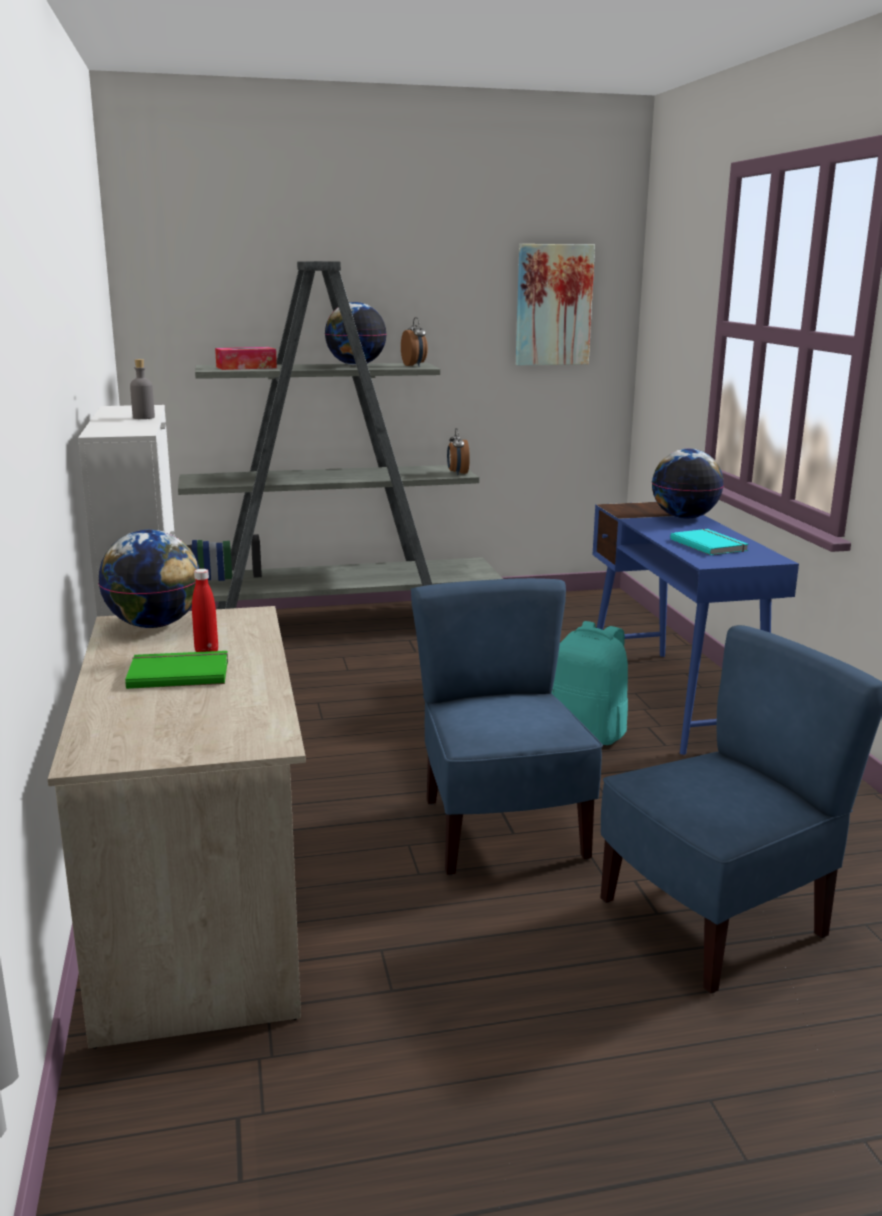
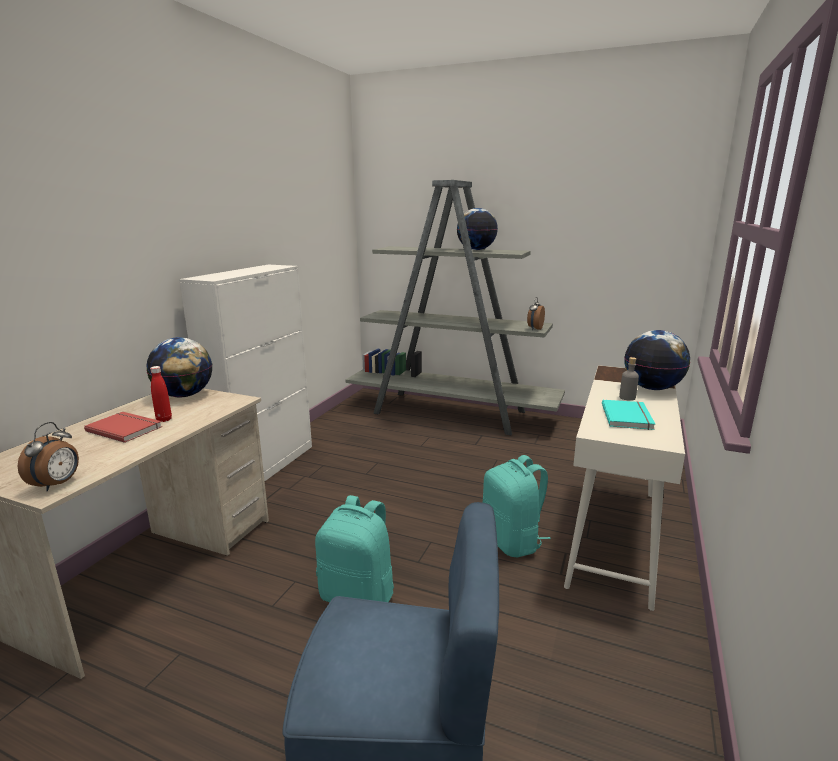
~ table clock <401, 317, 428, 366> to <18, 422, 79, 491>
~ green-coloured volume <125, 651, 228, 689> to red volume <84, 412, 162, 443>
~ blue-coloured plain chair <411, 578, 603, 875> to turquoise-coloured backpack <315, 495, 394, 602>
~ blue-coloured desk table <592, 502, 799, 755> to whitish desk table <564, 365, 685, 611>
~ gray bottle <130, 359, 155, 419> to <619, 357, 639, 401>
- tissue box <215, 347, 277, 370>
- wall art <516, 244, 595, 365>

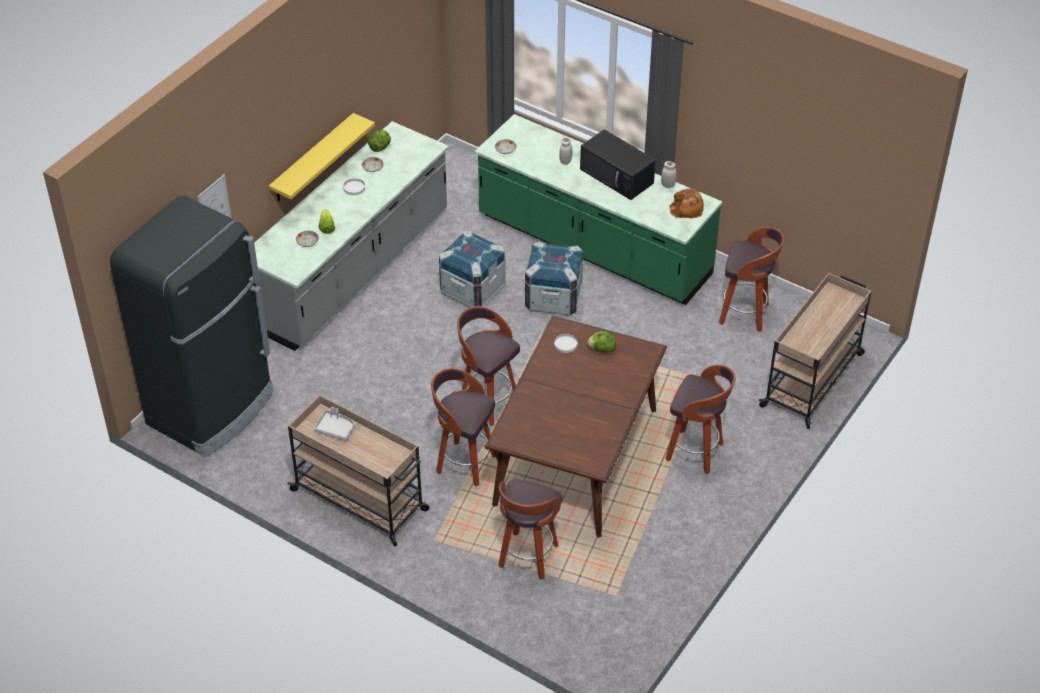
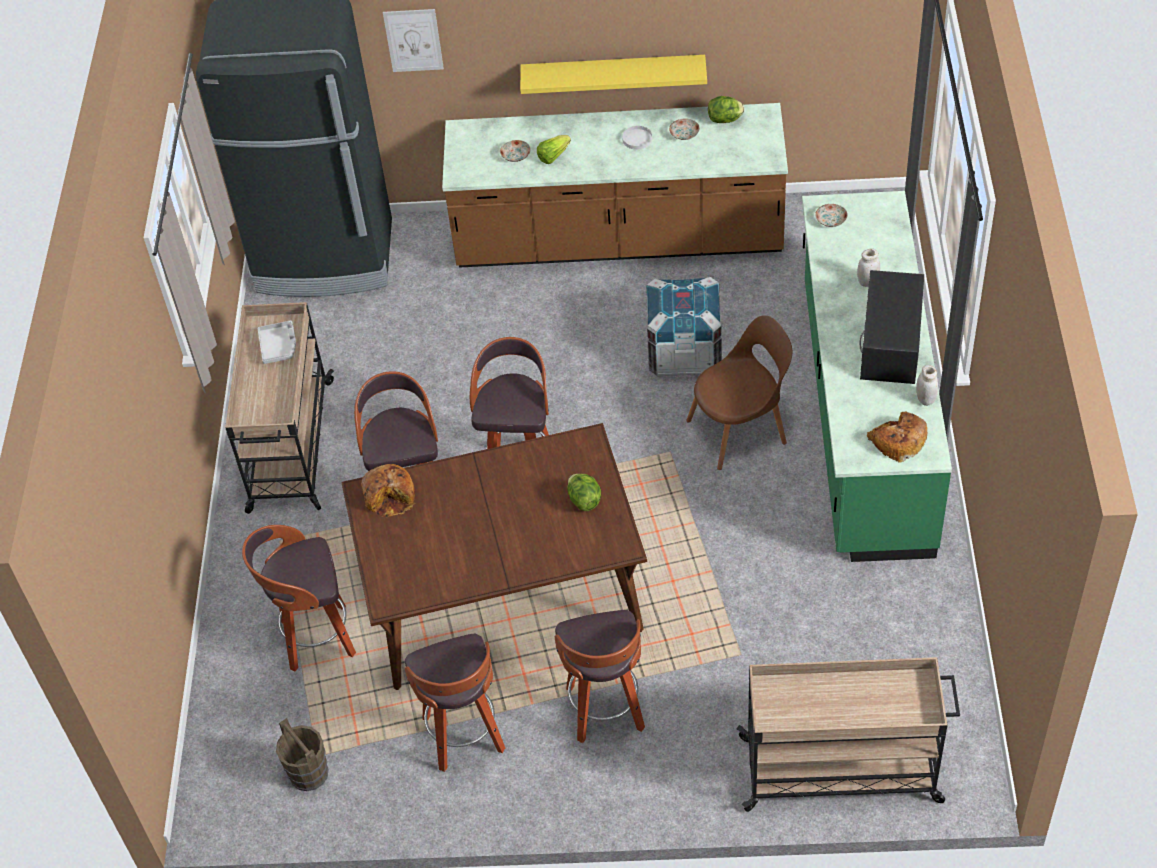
+ brown water bucket <276, 718, 328, 791>
+ baked bread <361, 464, 415, 517>
~ stool <719, 227, 784, 332> to <405, 634, 505, 772>
~ gray kitchen counter <254, 121, 449, 351> to brown kitchen counter <442, 103, 788, 268>
~ shipping crate <525, 241, 583, 316> to brown plain chair <686, 315, 792, 470>
- whitish flat dish <554, 334, 578, 353>

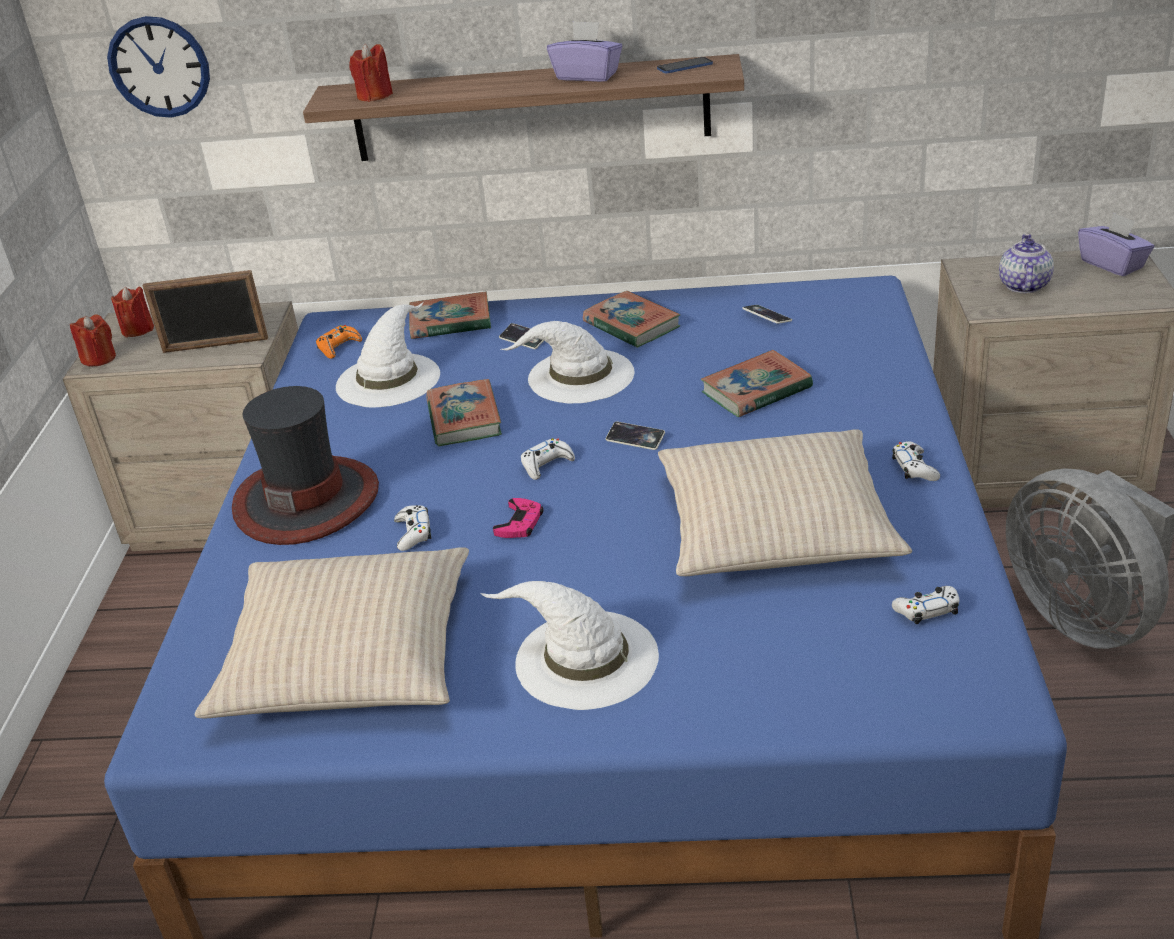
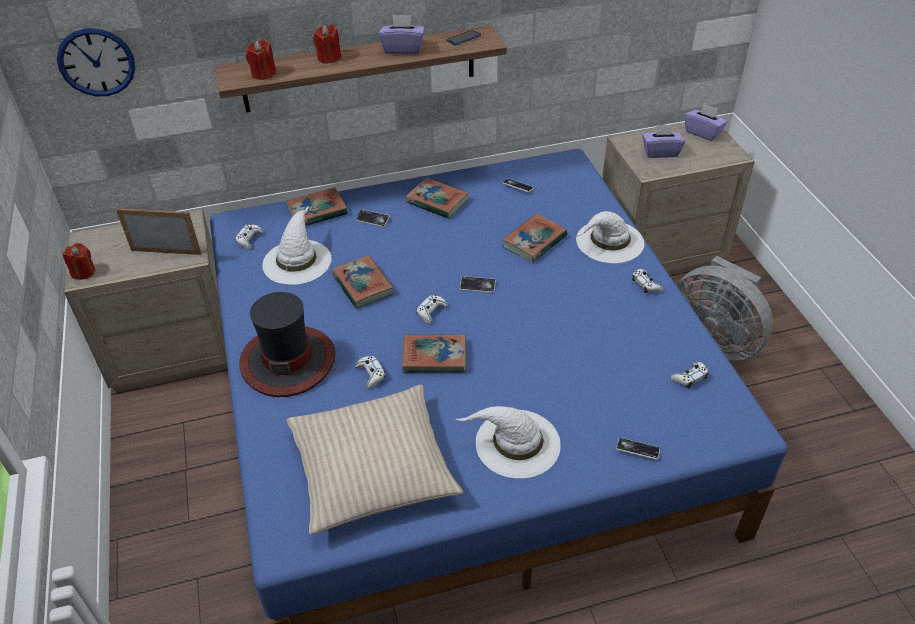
~ standing frame <143, 270, 268, 353> = <116, 208, 201, 255> 150 degrees counterclockwise
~ orangey joypad <316, 325, 362, 359> to whitish joypad <235, 224, 264, 250>
~ red candle <111, 286, 154, 338> to <313, 25, 342, 64>
~ pinkish joypad <493, 498, 543, 538> to volume <402, 334, 466, 373>
~ whitish hat <501, 321, 635, 403> to <576, 211, 644, 263>
+ telephone <616, 438, 660, 460>
~ tea pot <999, 234, 1054, 293> to purple tissue box <642, 125, 685, 158>
- beige cushion <658, 429, 912, 576>

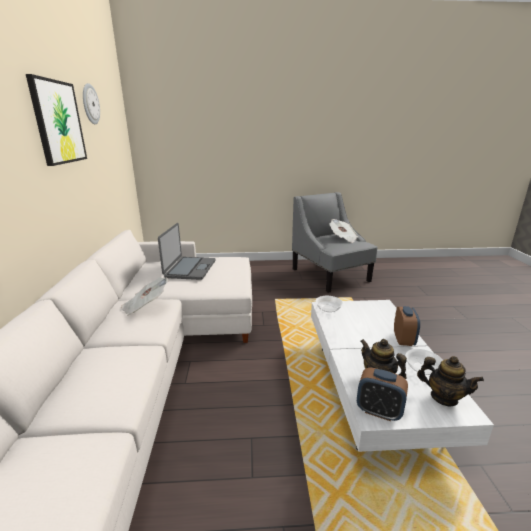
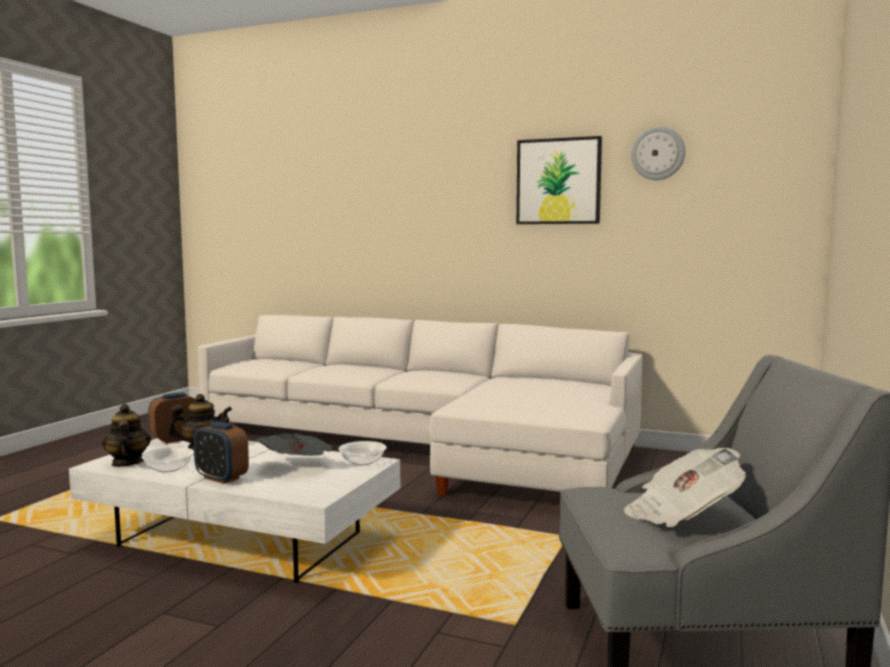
~ tea pot <417, 356, 484, 406> = <102, 404, 151, 467> 105 degrees clockwise
~ daily paper <121, 277, 169, 316> to <255, 433, 333, 456>
- portable computer <158, 223, 216, 280>

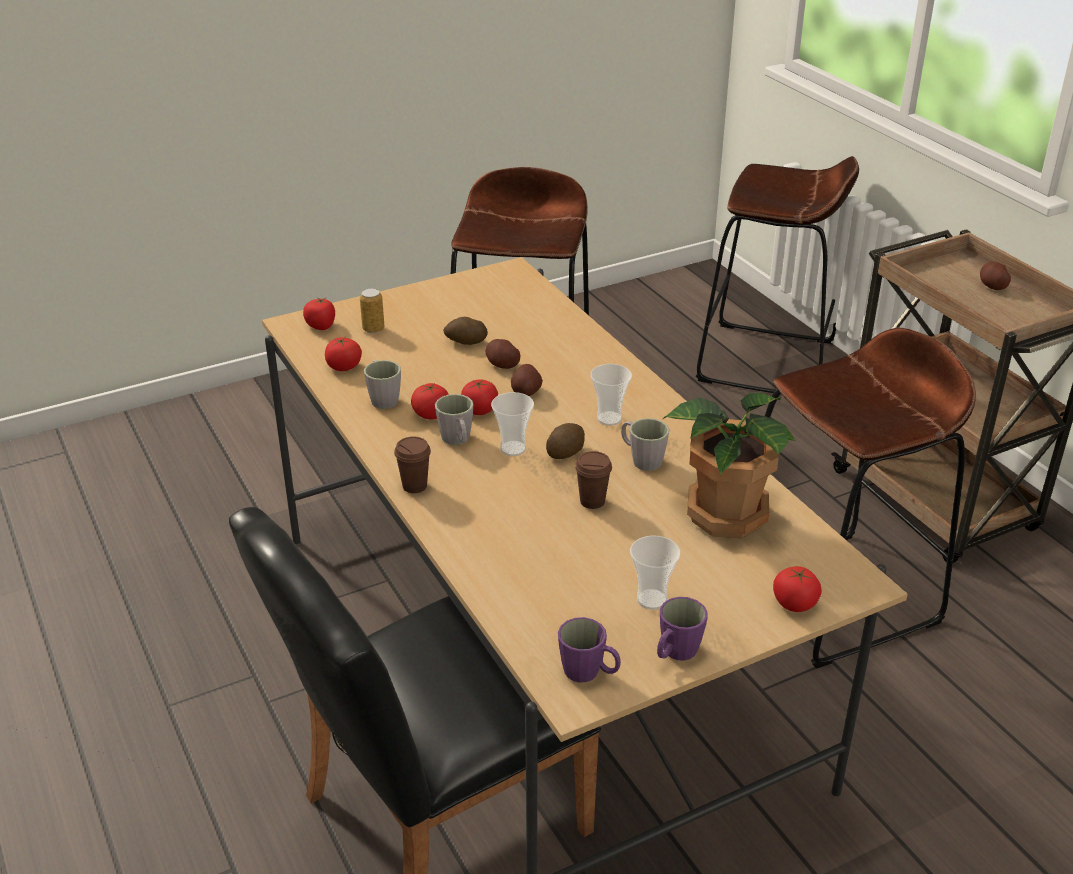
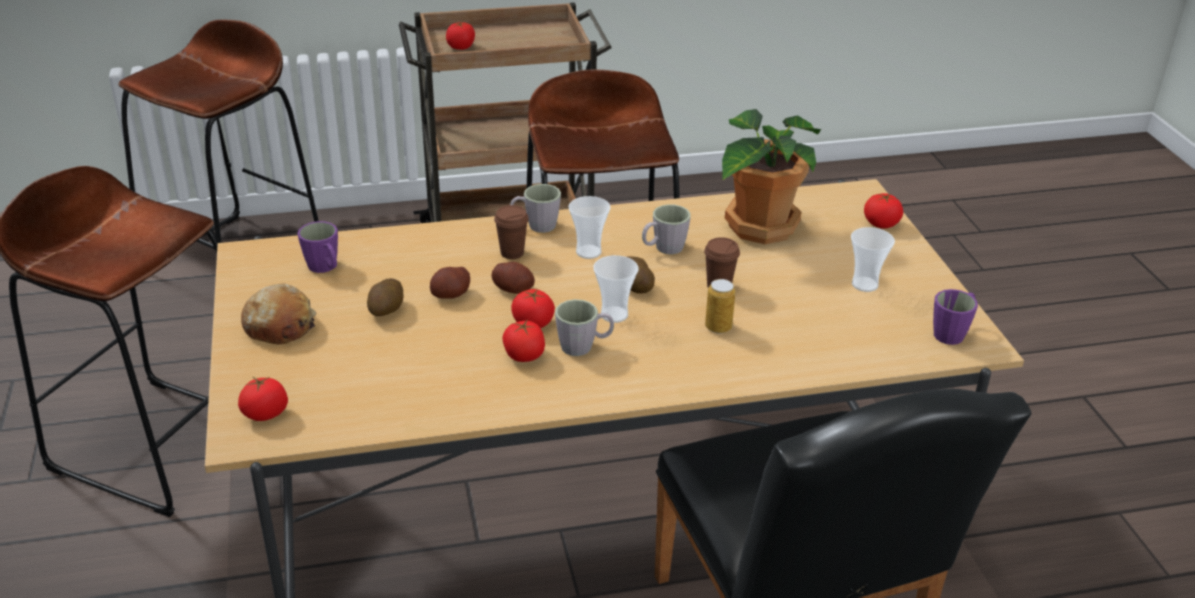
+ baked bread <241, 284, 316, 344>
~ purple tea mug <657, 597, 708, 661> to <298, 221, 338, 273>
~ fresh tomato <325, 337, 362, 371> to <446, 22, 475, 50>
~ brown cup <394, 436, 431, 493> to <494, 205, 529, 259>
~ gray tea mug <364, 360, 401, 409> to <510, 184, 561, 233>
~ metal can <360, 288, 384, 333> to <705, 279, 736, 333>
- spud <980, 261, 1011, 290>

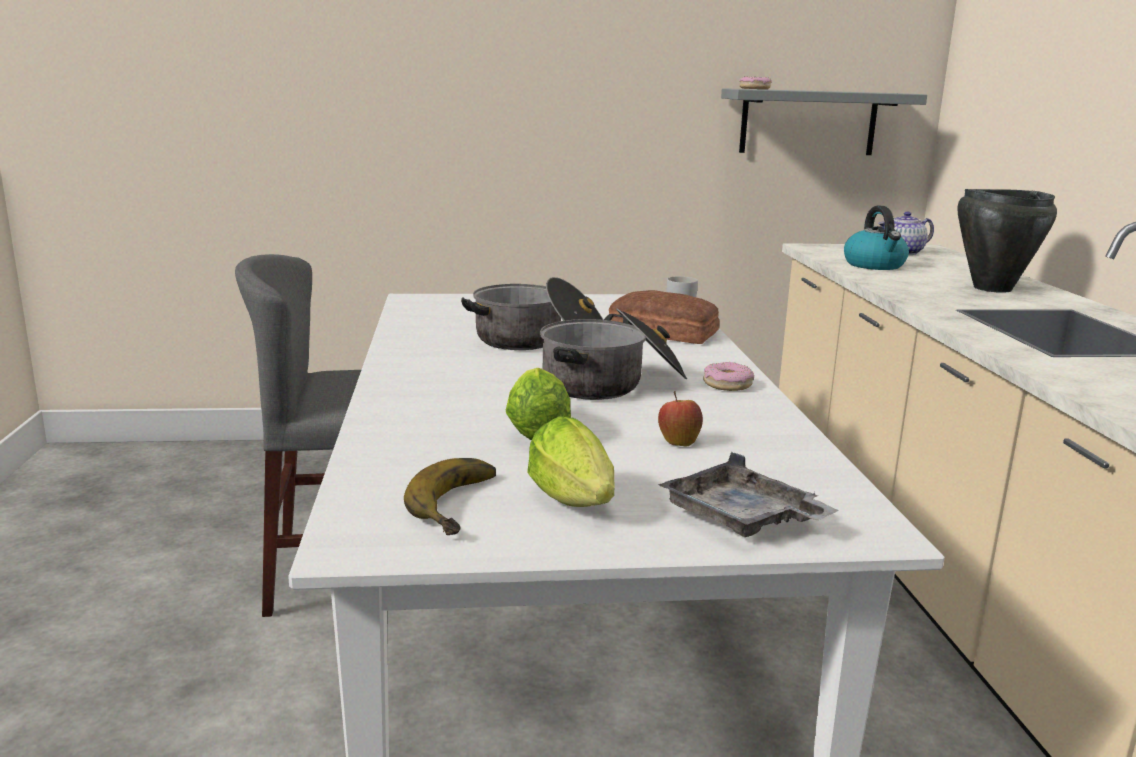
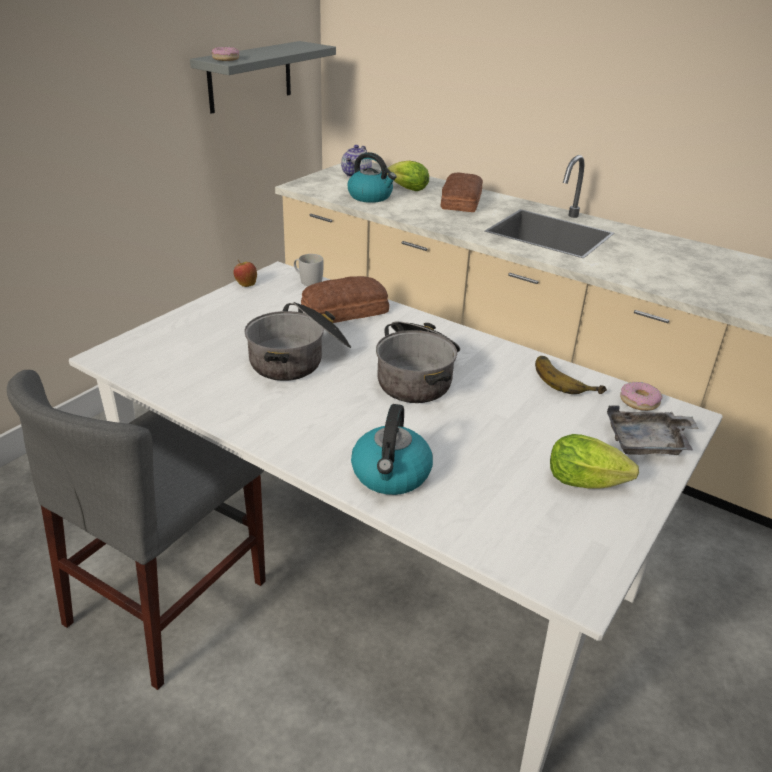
~ apple fruit <658, 391, 703, 447> to <233, 260, 257, 287>
+ water kettle <351, 404, 433, 495>
~ lettuce <506, 368, 571, 440> to <387, 161, 429, 191>
~ black-coloured stockpot <957, 189, 1057, 293> to baked bread <441, 173, 483, 212>
~ whole banana <404, 458, 496, 535> to <535, 356, 607, 394>
~ donut <703, 362, 754, 391> to <620, 382, 663, 411>

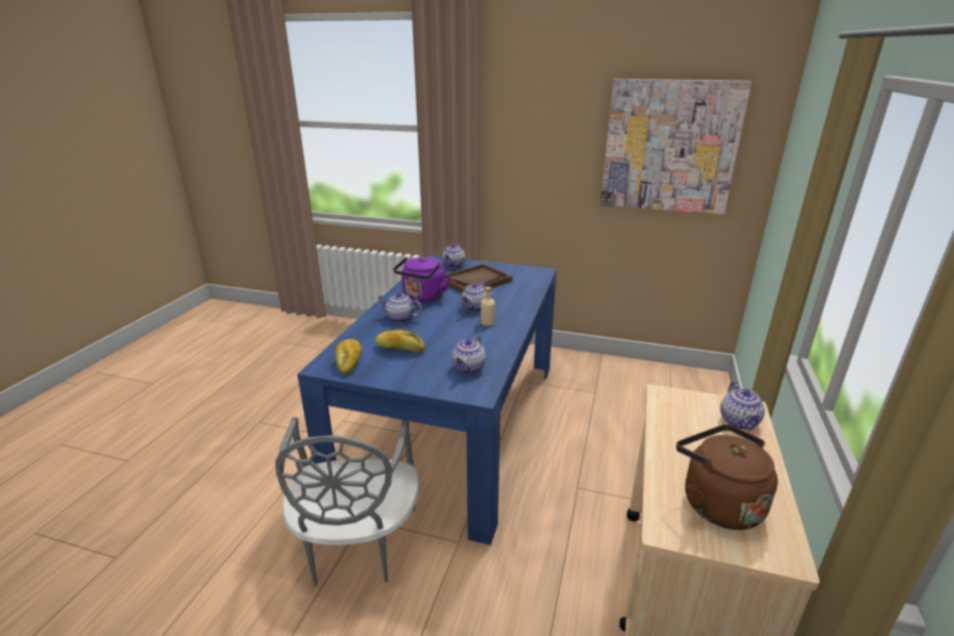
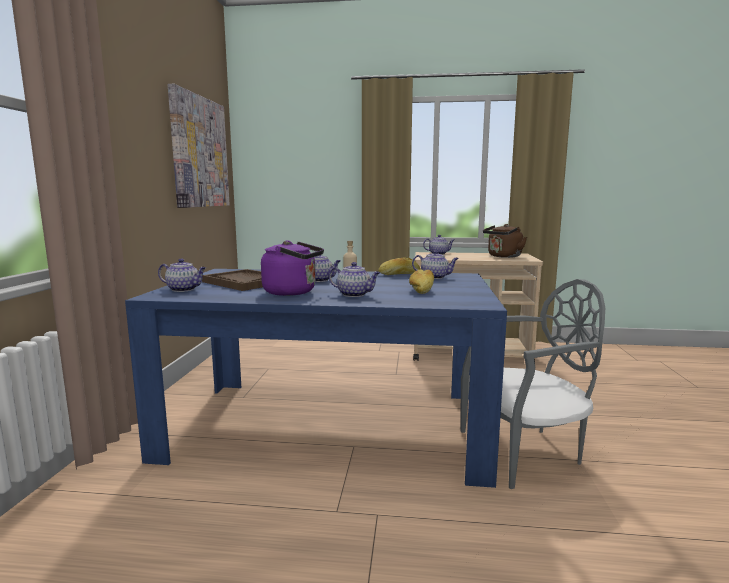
~ tea pot <378, 293, 422, 323> = <329, 262, 380, 297> 75 degrees counterclockwise
~ baked bread <335, 339, 362, 374> to <378, 258, 421, 275>

